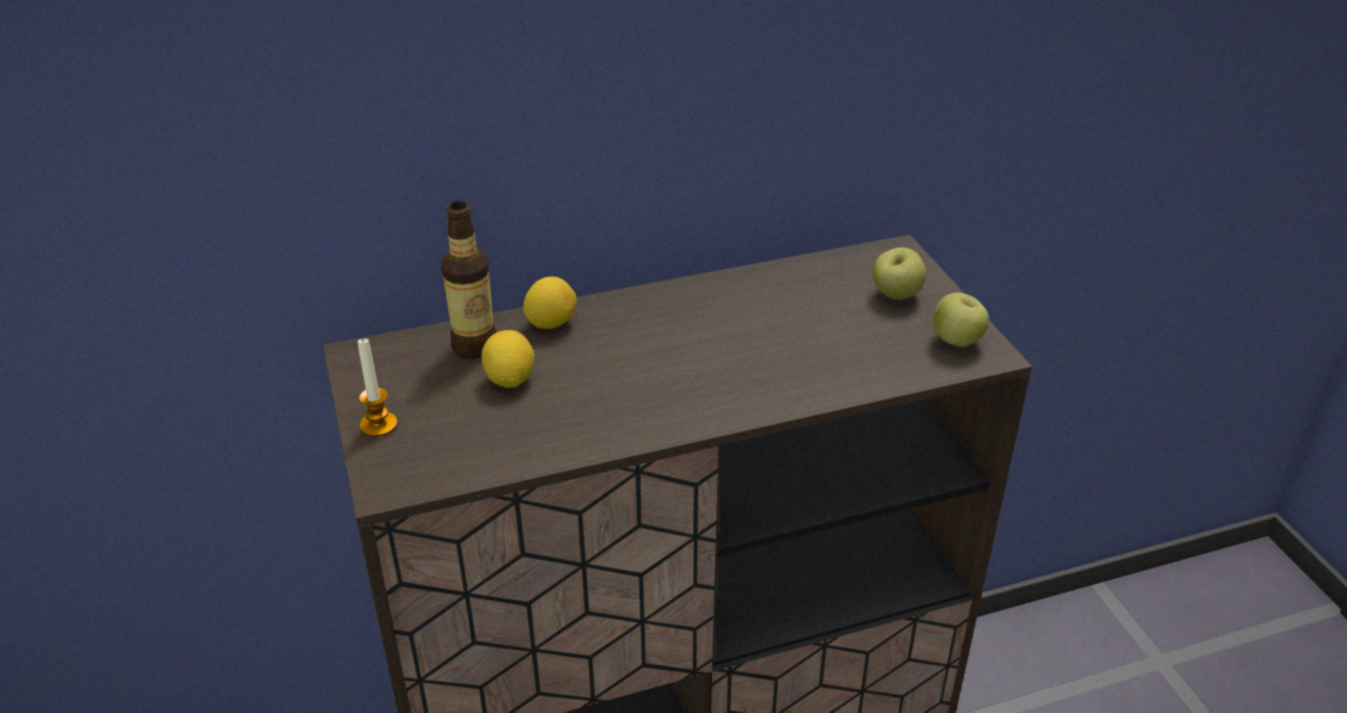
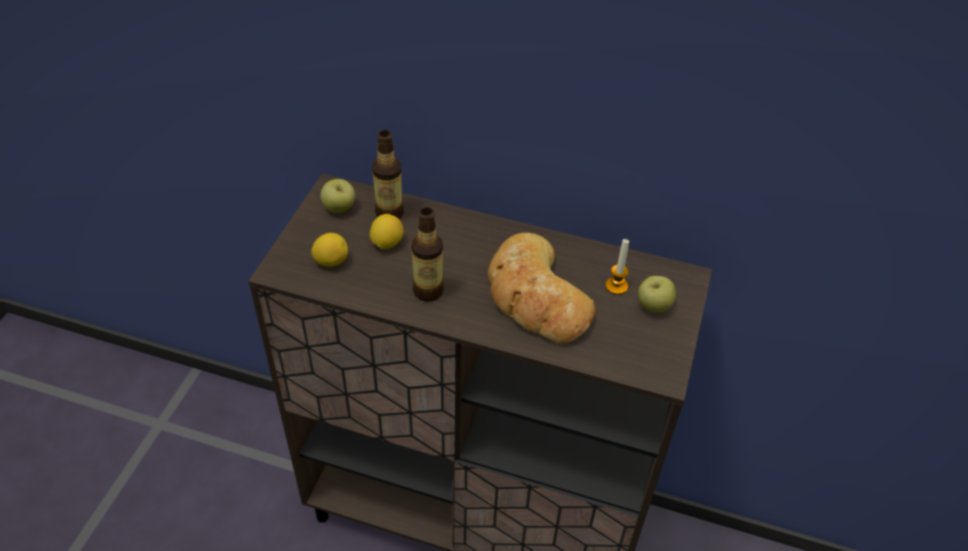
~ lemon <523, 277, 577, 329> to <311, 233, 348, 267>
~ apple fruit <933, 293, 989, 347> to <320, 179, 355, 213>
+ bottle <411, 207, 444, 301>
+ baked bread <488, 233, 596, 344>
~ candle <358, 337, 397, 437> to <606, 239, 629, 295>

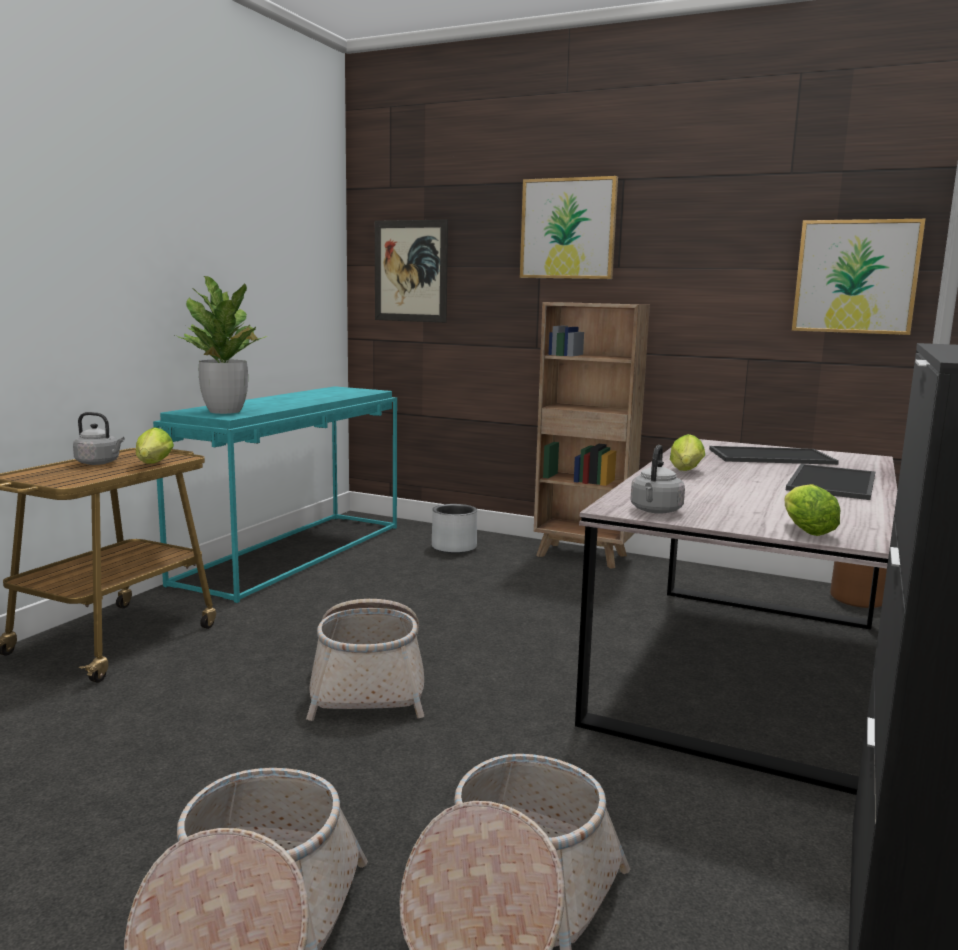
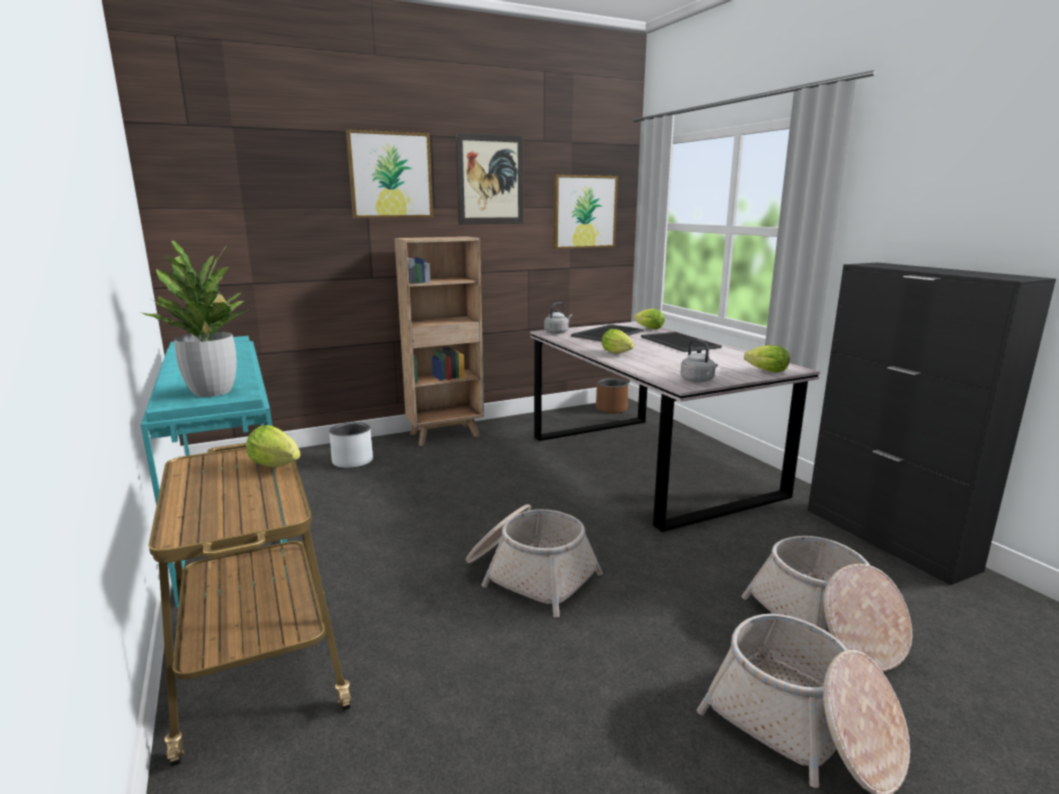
~ wall art <375, 220, 448, 323> to <456, 133, 523, 224>
~ gray water kettle <73, 412, 125, 465> to <544, 302, 572, 334>
+ lettuce <634, 309, 665, 329>

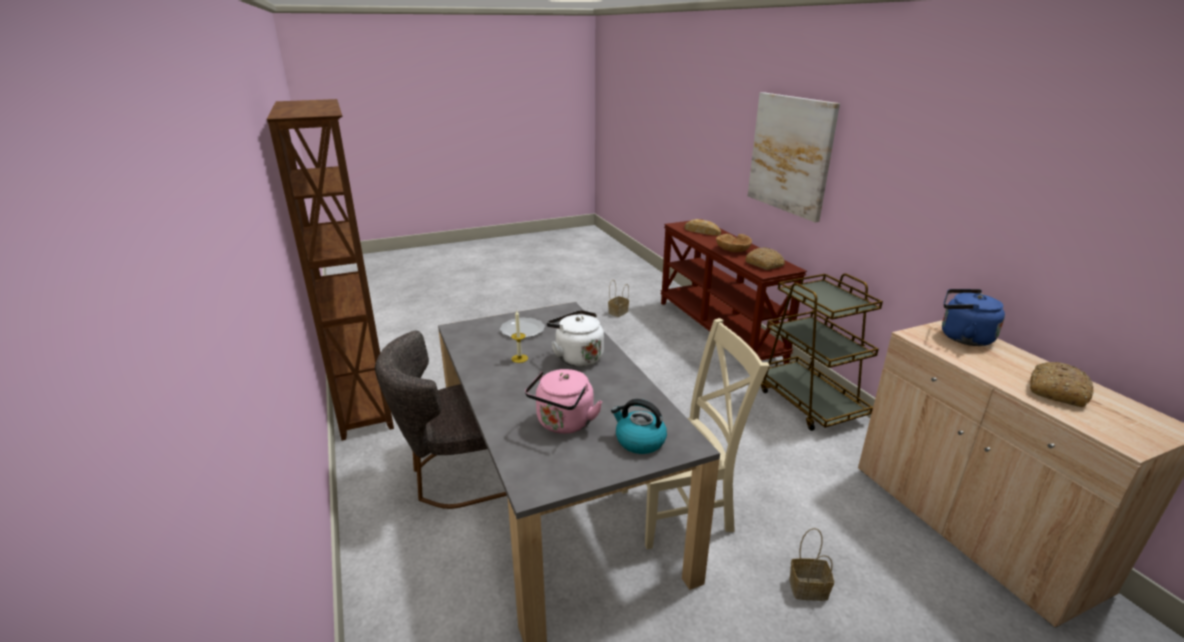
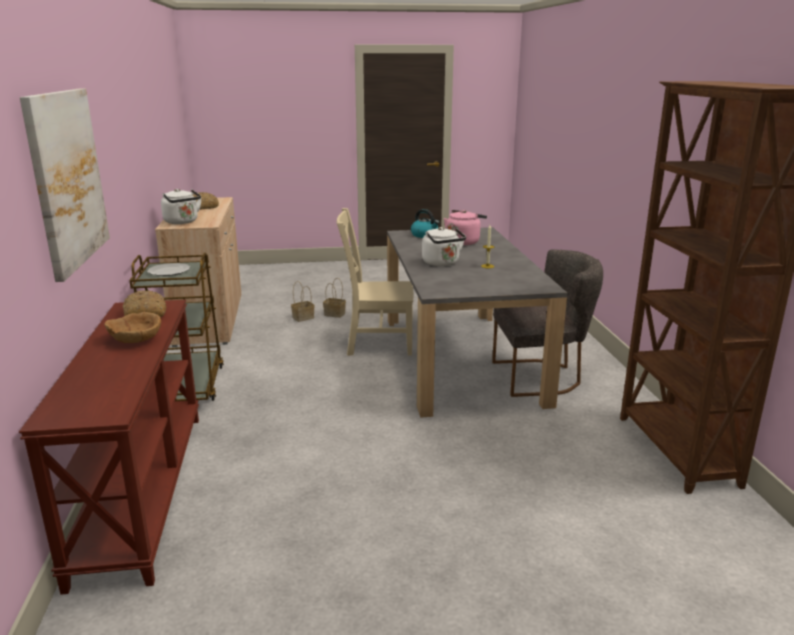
~ flat dish <500, 318, 545, 338> to <147, 263, 190, 276>
~ blue-coloured water kettle <942, 289, 1005, 346> to whitish water kettle <161, 189, 201, 224>
~ household basket <608, 281, 629, 317> to <291, 281, 315, 322>
- baked bread <684, 219, 721, 235>

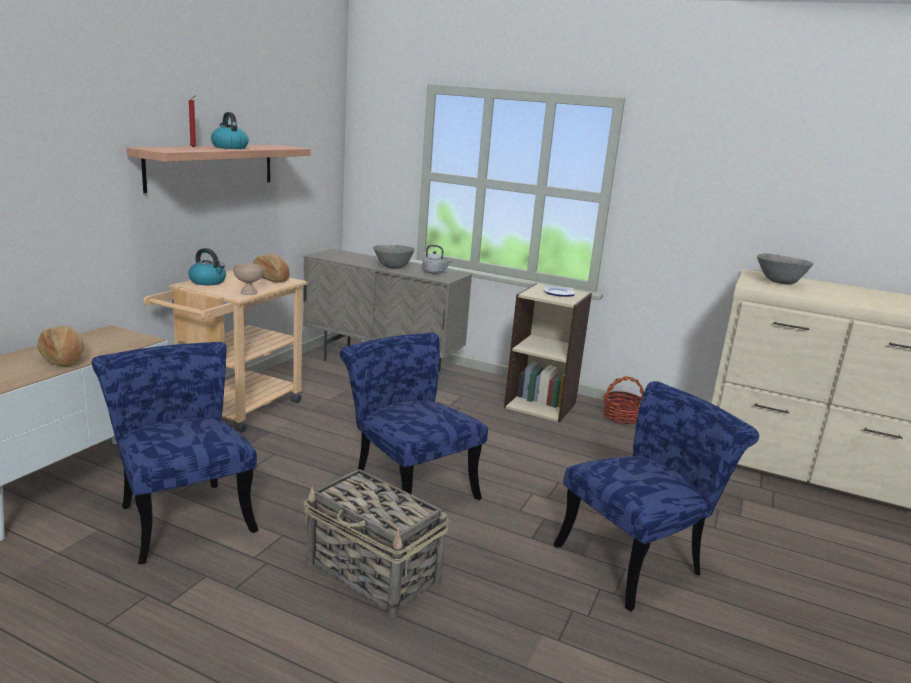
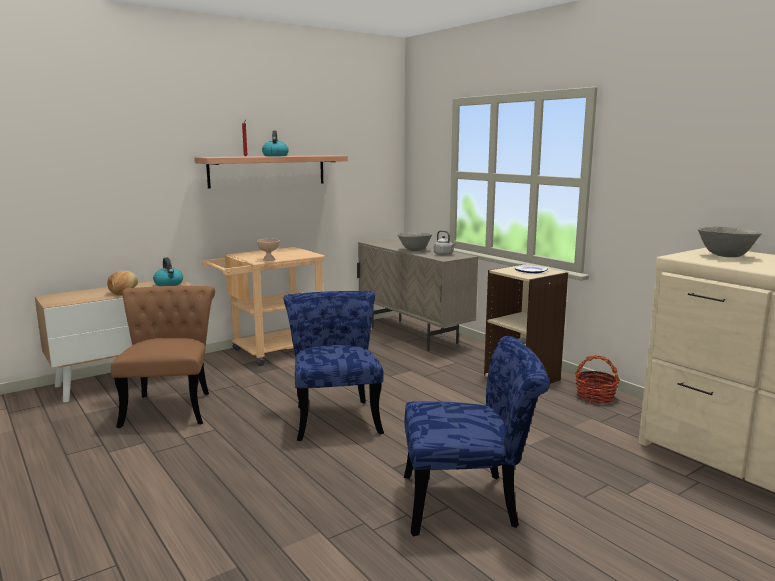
~ blue-coloured plain chair <92, 342, 258, 564> to brown plain chair <111, 286, 215, 428>
~ water kettle <189, 248, 226, 285> to <153, 257, 183, 286>
- baked bread <253, 254, 290, 282>
- household basket <303, 469, 449, 617>

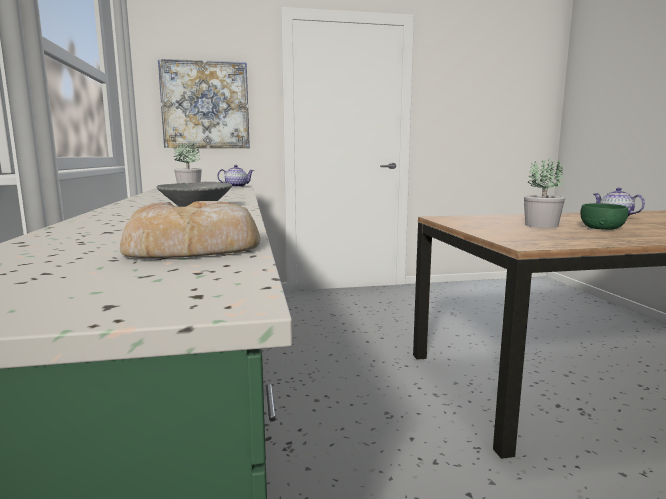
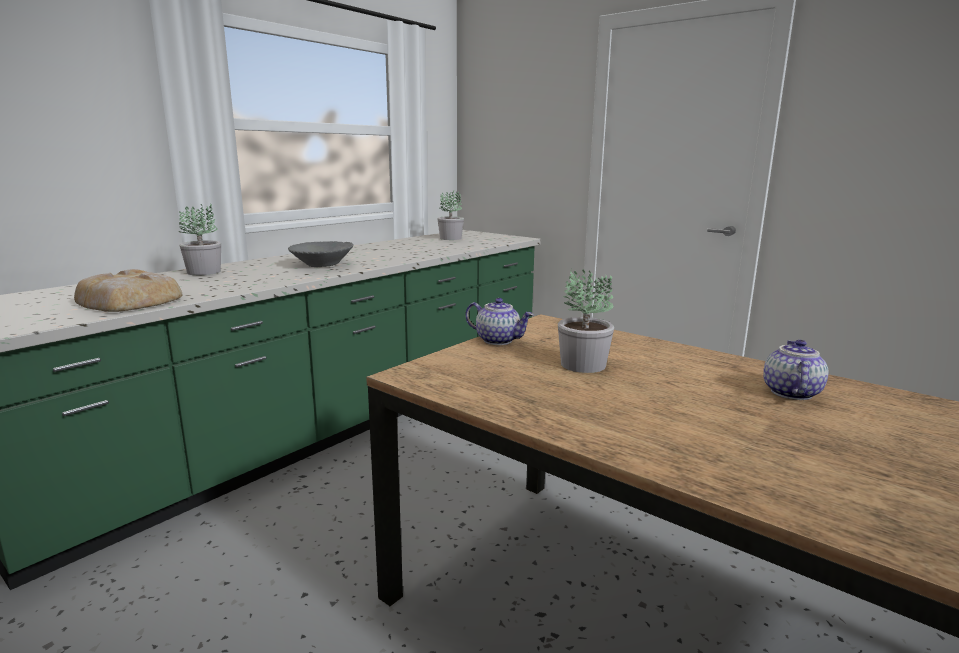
+ plant in a pot <179, 203, 221, 275>
~ tea pot <217, 165, 254, 187> to <465, 298, 534, 345>
- wall art <158, 59, 250, 148>
- green-coloured deep dish <580, 203, 628, 230>

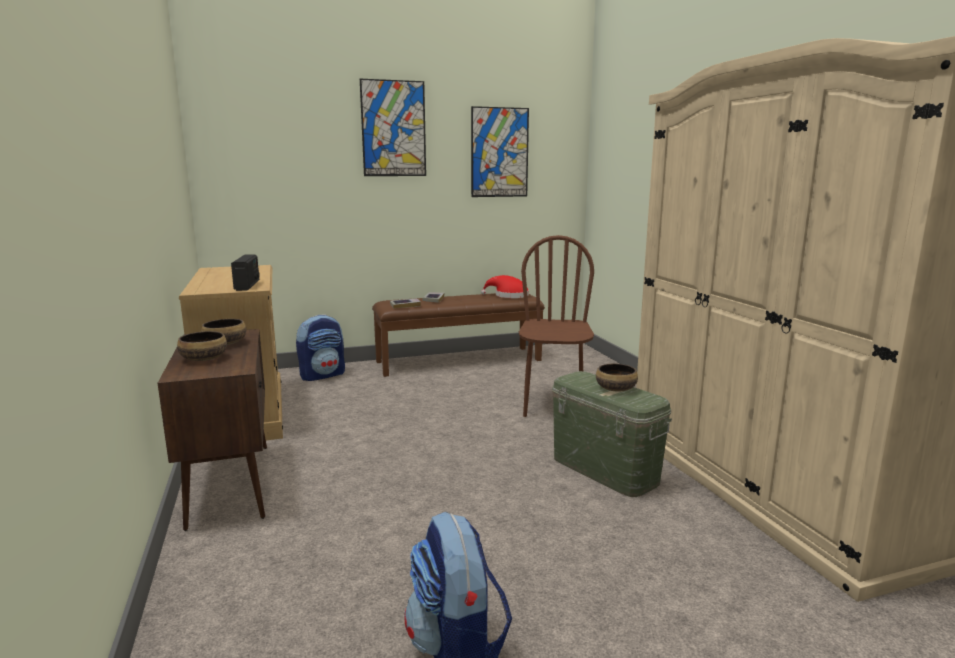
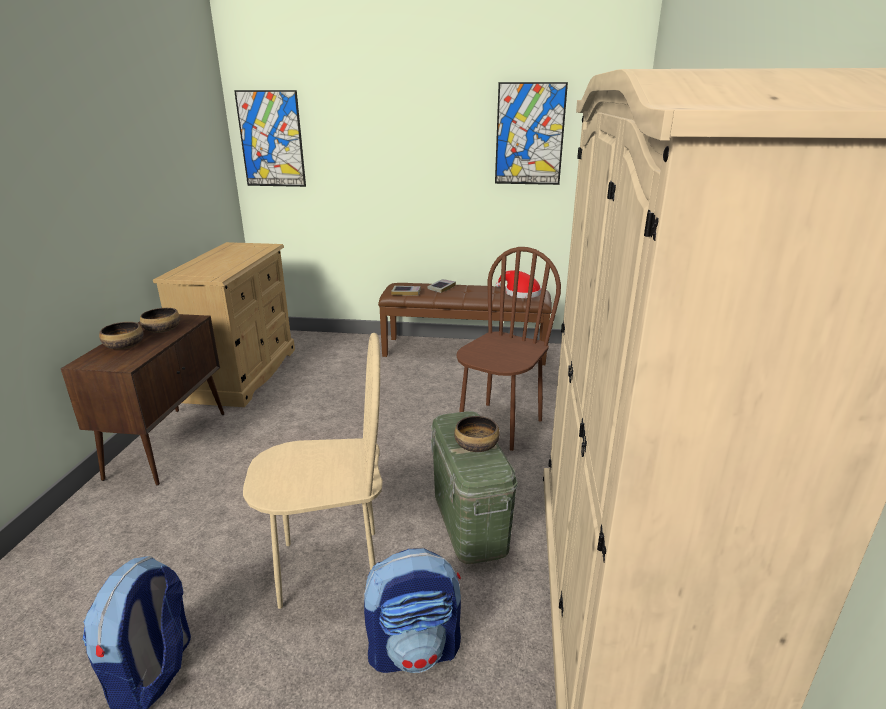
~ wall art <360, 79, 426, 176> to <234, 90, 306, 187>
+ beige plain chair <243, 333, 383, 609>
~ backpack <296, 314, 345, 381> to <364, 548, 461, 673>
- radio set <231, 254, 260, 291>

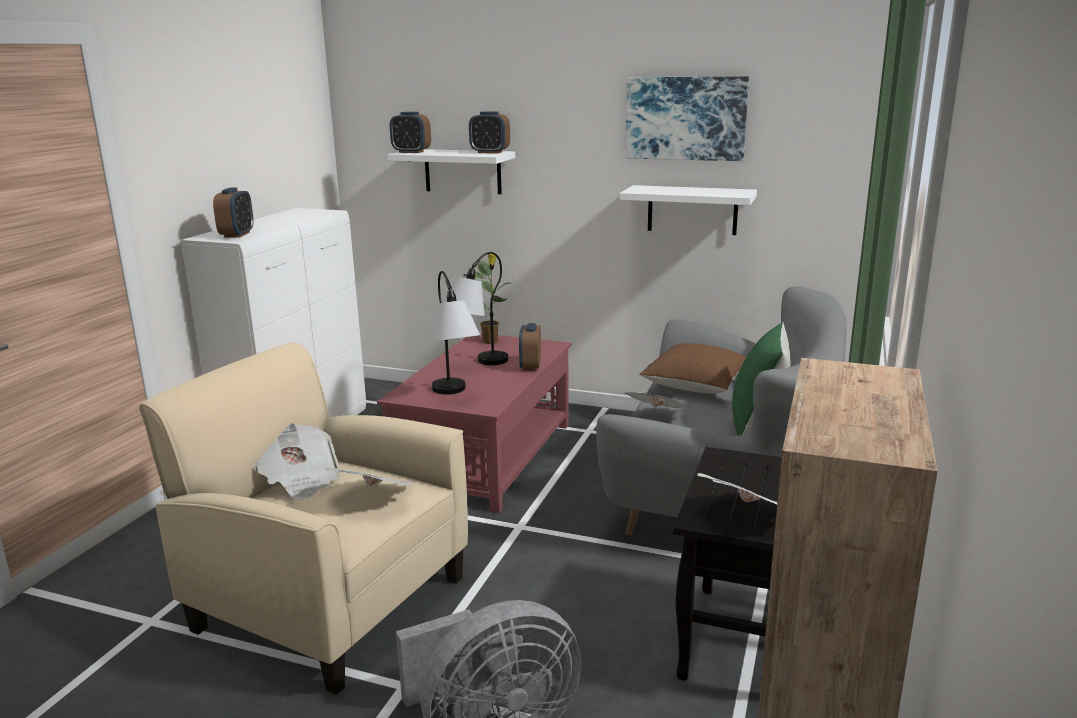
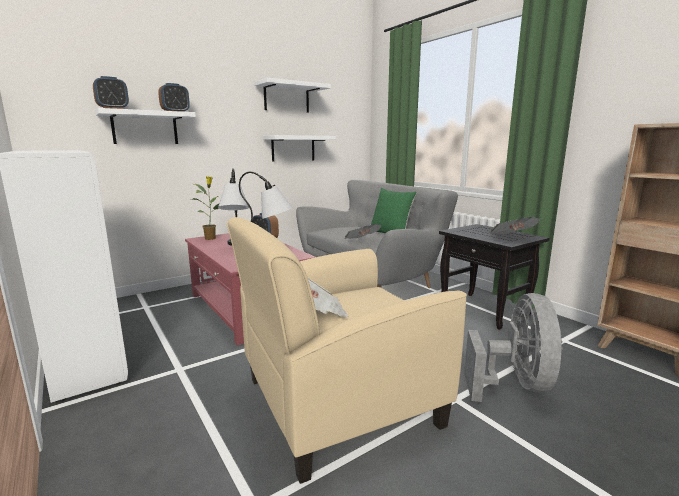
~ wall art <625, 76, 749, 161> to whitish shelf <254, 78, 331, 113>
- table clock <213, 188, 254, 238>
- daily paper <325, 468, 415, 487>
- brown cushion <640, 343, 746, 394>

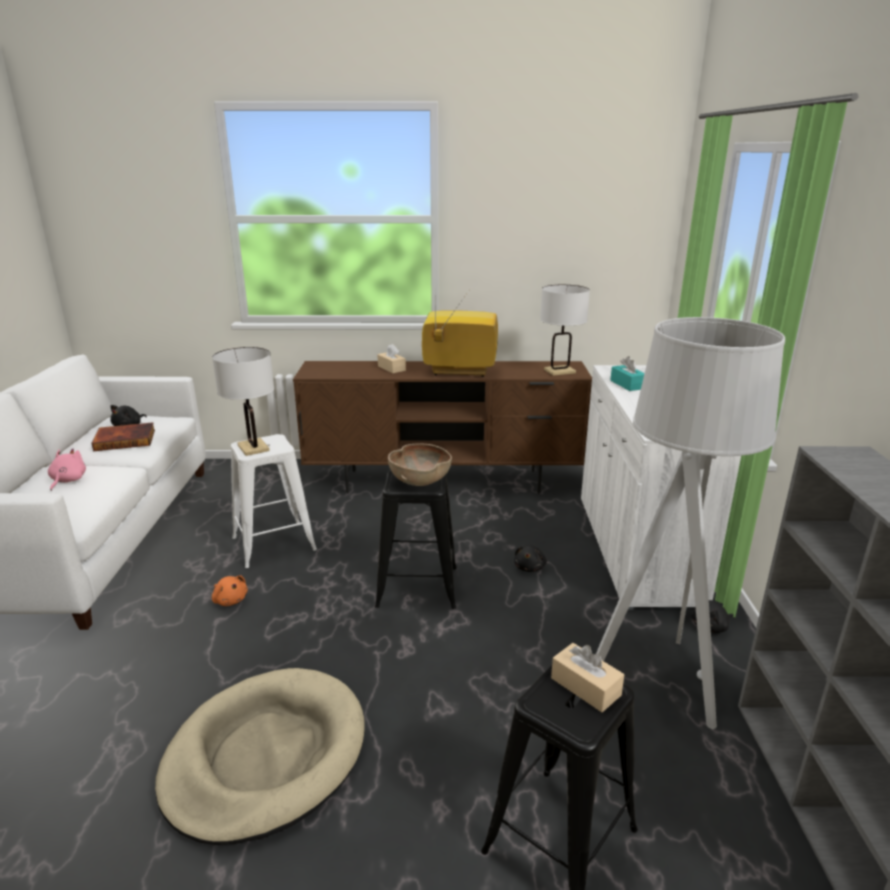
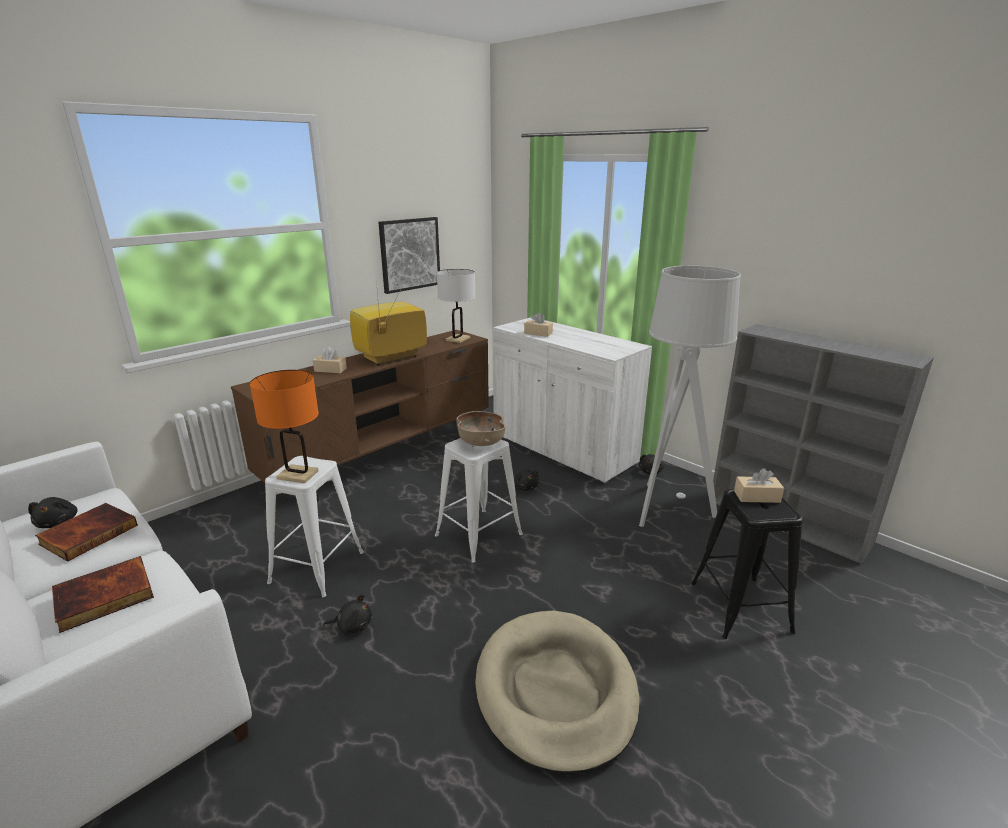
~ pinkish soft toy <48, 449, 86, 491> to volume <52, 556, 154, 633>
~ whitish tabletop lamp <212, 347, 274, 456> to orangey tabletop lamp <250, 370, 319, 483>
~ orangey soft toy <212, 575, 248, 606> to black-coloured soft toy <323, 595, 372, 635>
+ wall art <378, 217, 440, 294>
~ black-coloured stool <375, 470, 457, 609> to whitish stool <435, 438, 523, 562>
~ turquoise-coloured tissue box <610, 356, 645, 391> to beige tissue box <524, 312, 553, 337>

